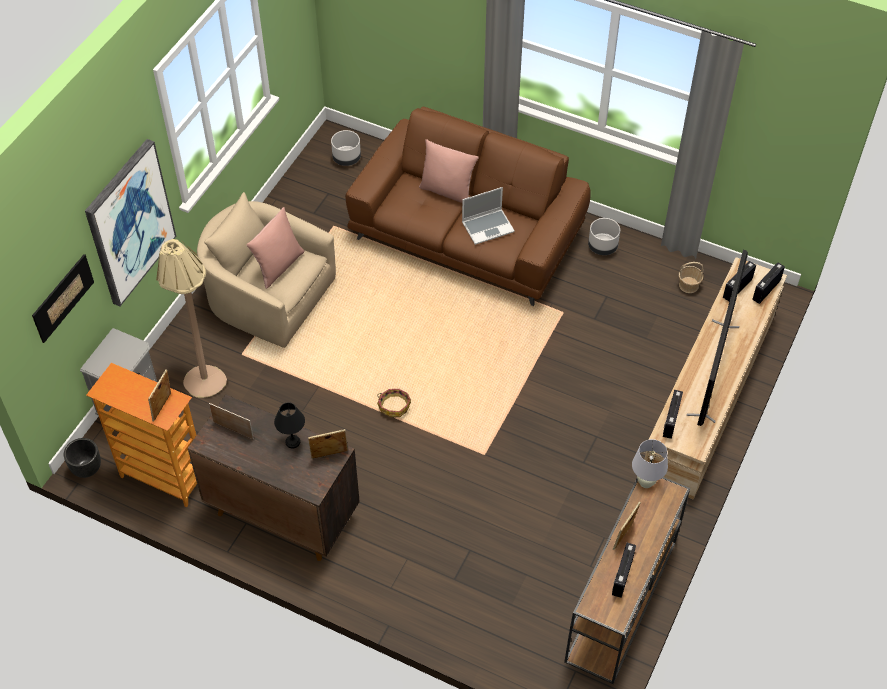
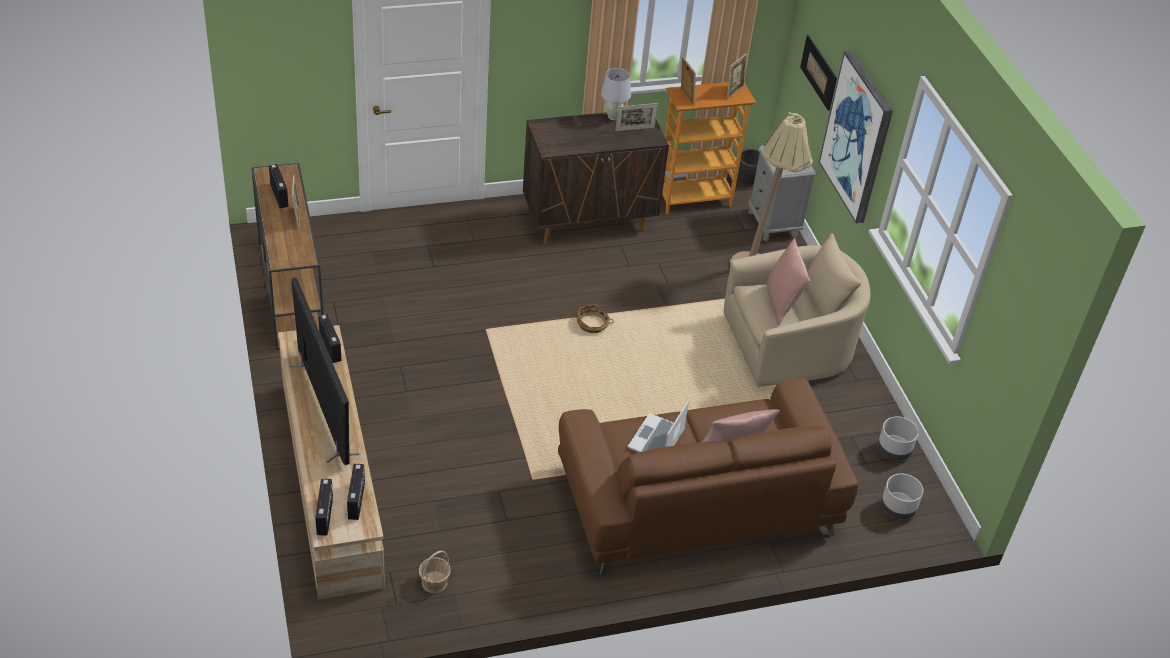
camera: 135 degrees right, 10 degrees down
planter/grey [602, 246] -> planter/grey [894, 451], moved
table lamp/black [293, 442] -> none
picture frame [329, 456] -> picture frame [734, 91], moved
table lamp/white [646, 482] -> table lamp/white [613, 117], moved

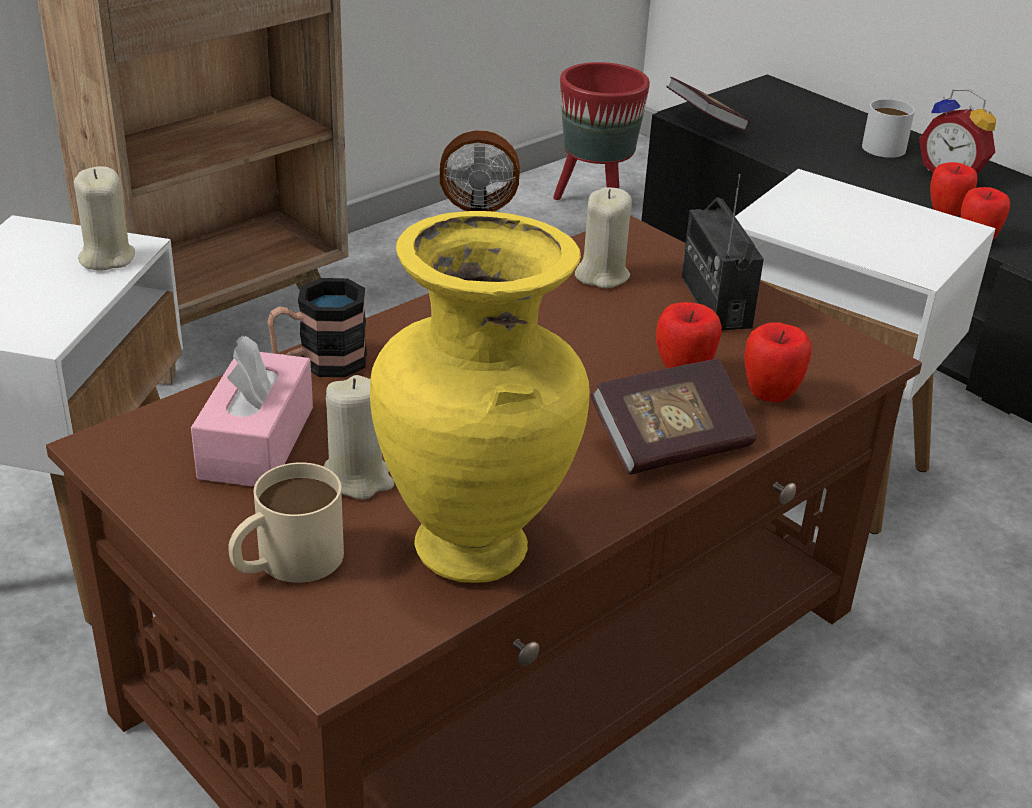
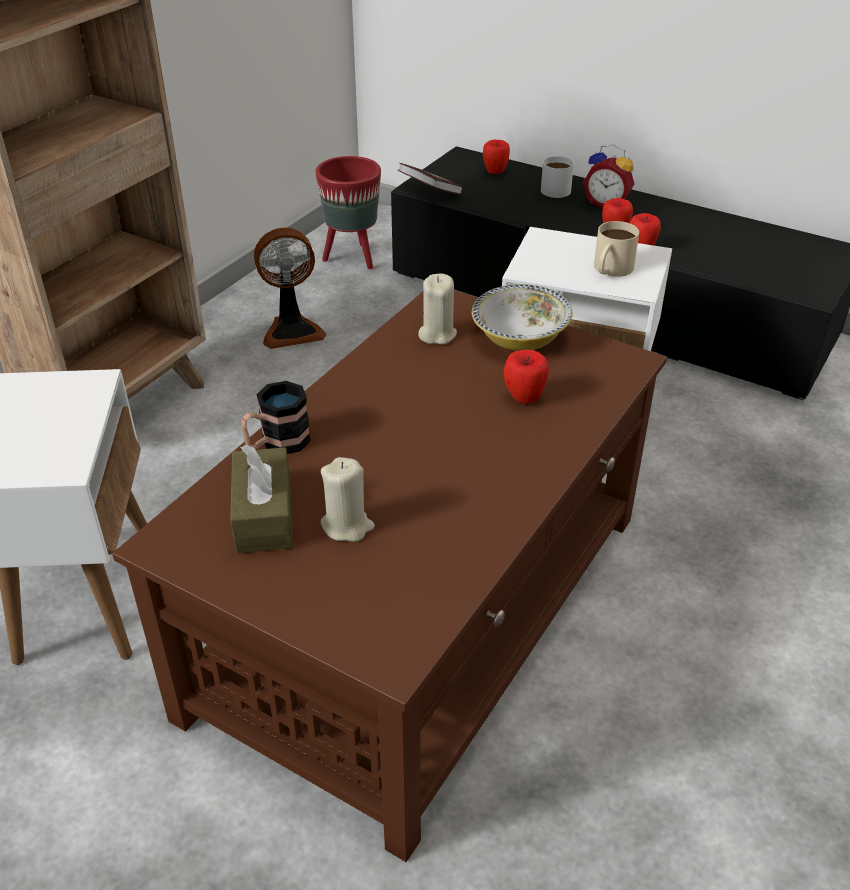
camera: 15 degrees left, 5 degrees up
candle/beige [106, 257] -> none
radio [715, 302] -> bowl [520, 339]
vase/yellow [476, 549] -> none
apple [769, 397] -> apple [495, 172], moved
tissue box/pink [257, 442] -> tissue box/brown [264, 515]
book [671, 443] -> none
mug/beige [286, 562] -> mug/beige [610, 270], moved

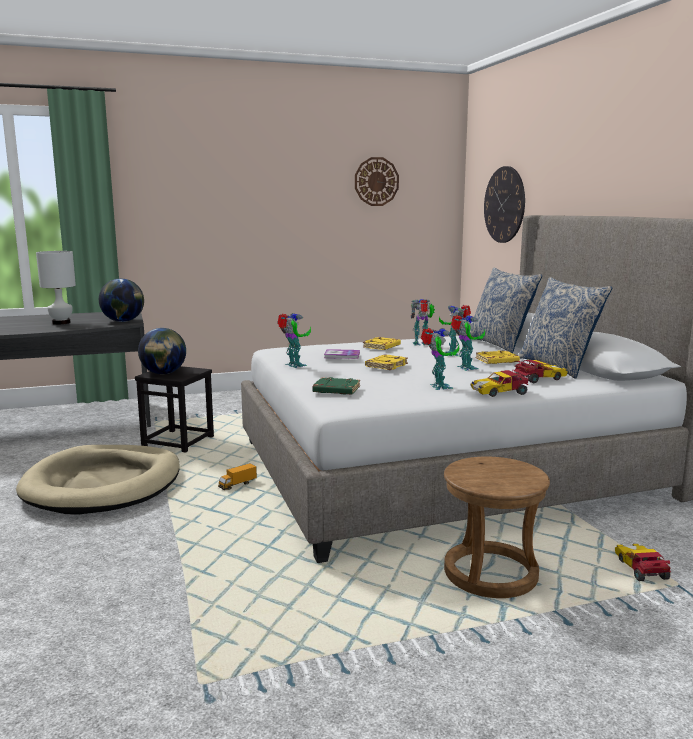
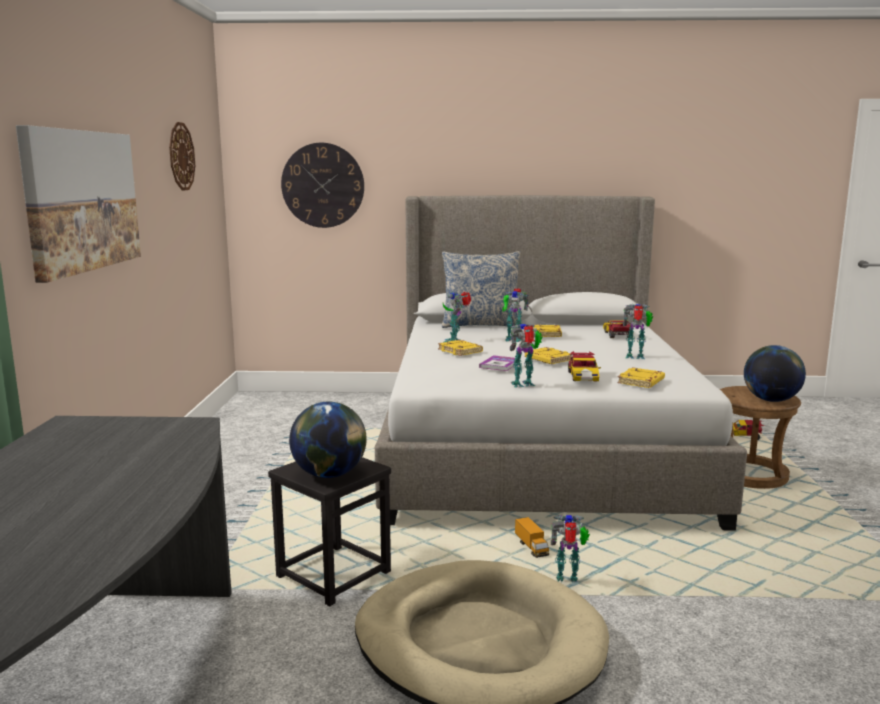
camera: 70 degrees left, 0 degrees up
table lamp/white [61, 323] -> none
pillow [558, 366] -> none
globe [123, 321] -> globe [771, 400], moved
toy robot [465, 368] -> toy robot [568, 582], moved
toy car [500, 392] -> toy car [583, 377], moved
book/green [335, 390] -> book/yellow [641, 382]
none -> picture [82, 200]

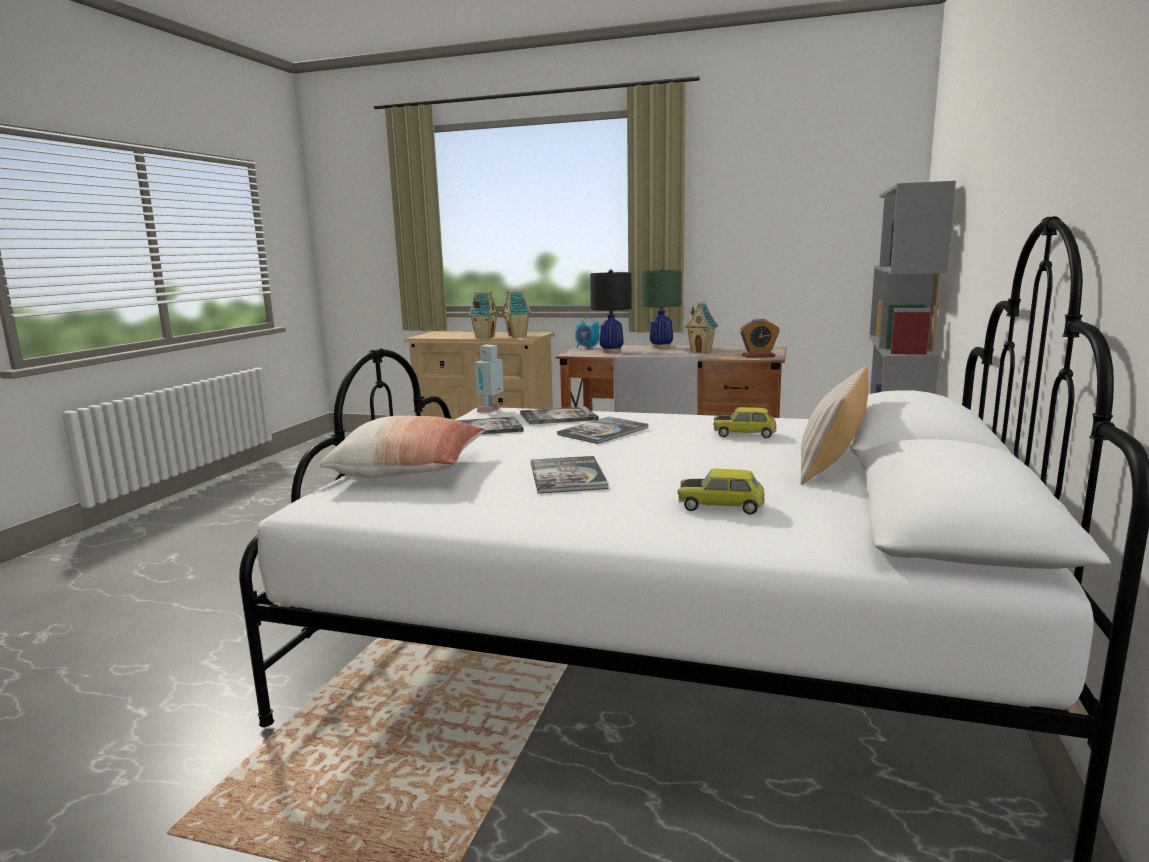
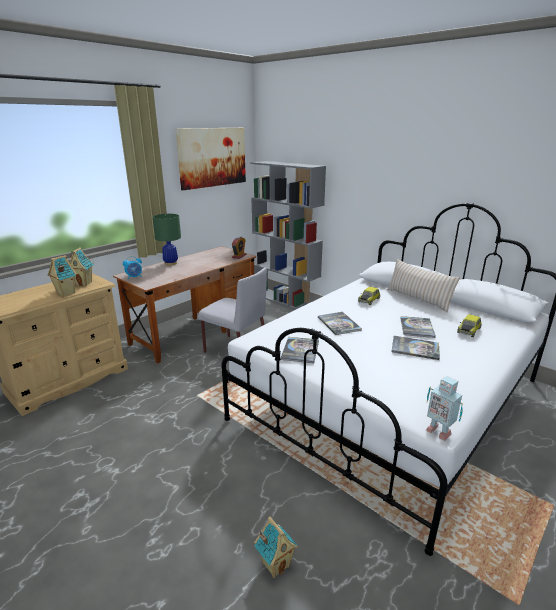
camera: 65 degrees left, 10 degrees up
table lamp/black [611, 351] -> none
toy house [701, 351] -> toy house [275, 564], moved
toy robot [491, 411] -> toy robot [438, 431], moved
book [558, 417] -> book [416, 327], moved
pillow [410, 470] -> none
none -> picture [212, 157]

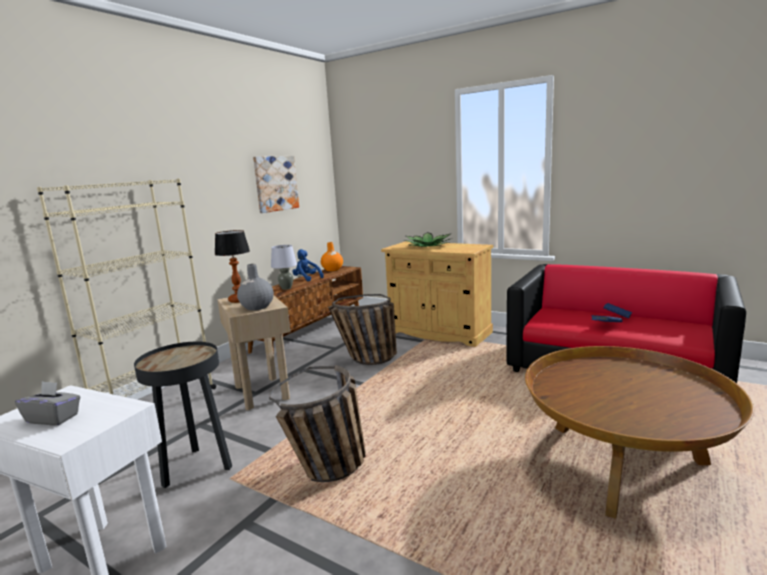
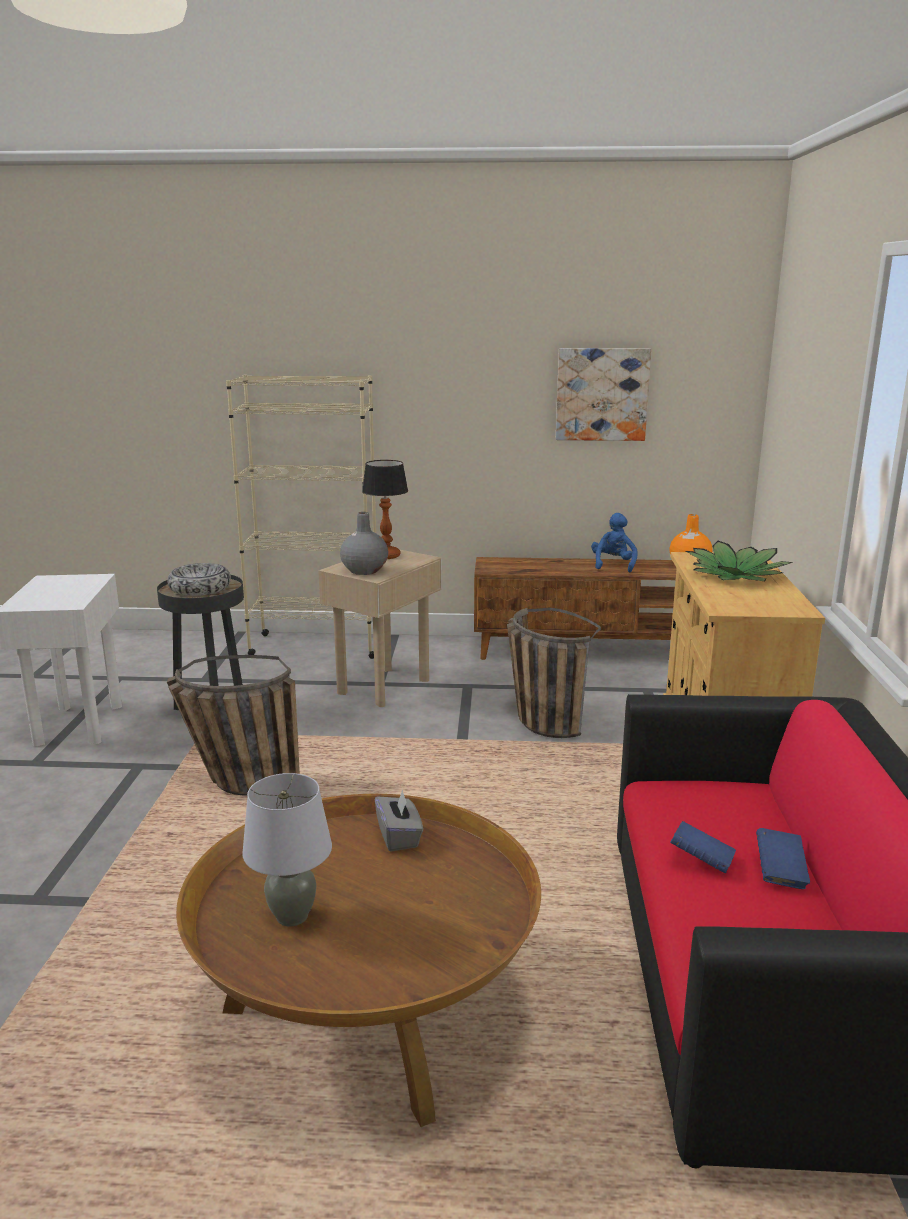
camera: 60 degrees right, 5 degrees up
table lamp/grey [286, 288] -> table lamp/grey [292, 916], moved
tissue box/grey [53, 418] -> tissue box/grey [399, 837], moved
none -> bowl [200, 589]

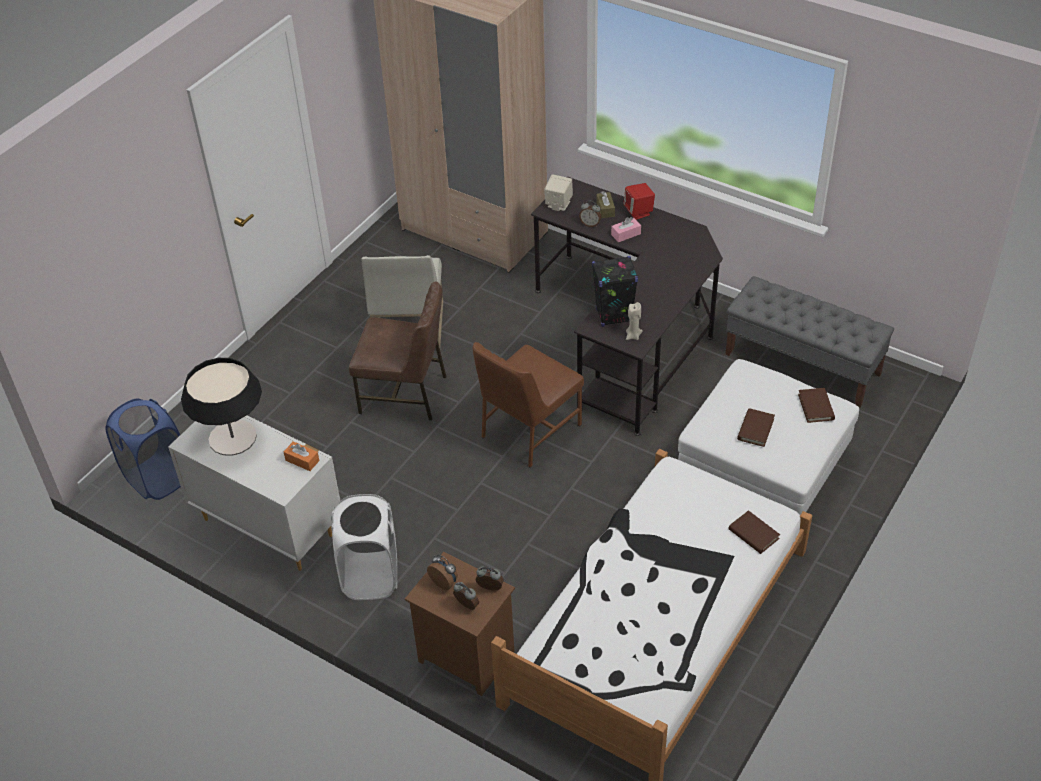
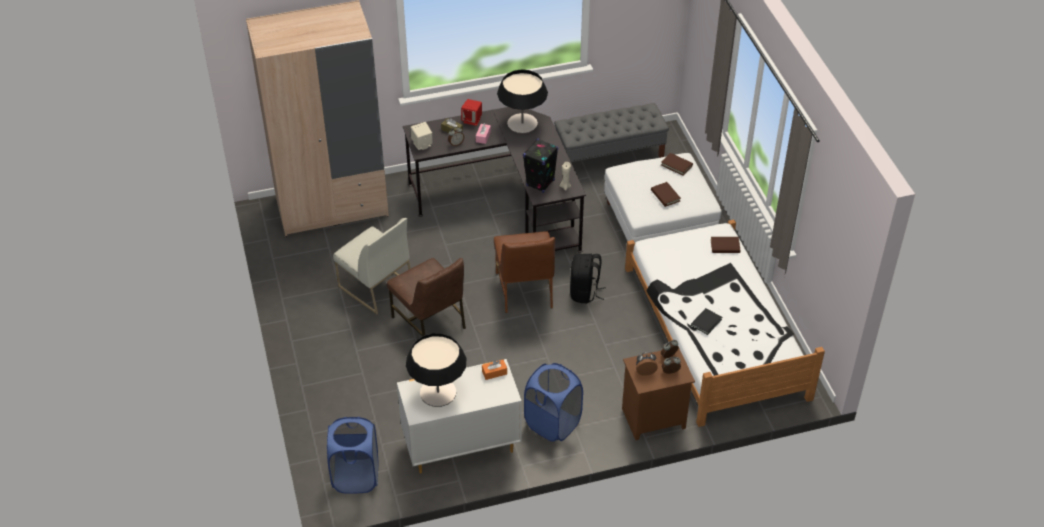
camera: 50 degrees left, 0 degrees up
chair/brown [405, 394] -> chair/brown [430, 323], 90 degrees clockwise
laundry basket/white [371, 576] -> laundry basket/blue [553, 423]
none -> table lamp [522, 123]
none -> backpack/black [585, 293]
none -> book/black [707, 322]

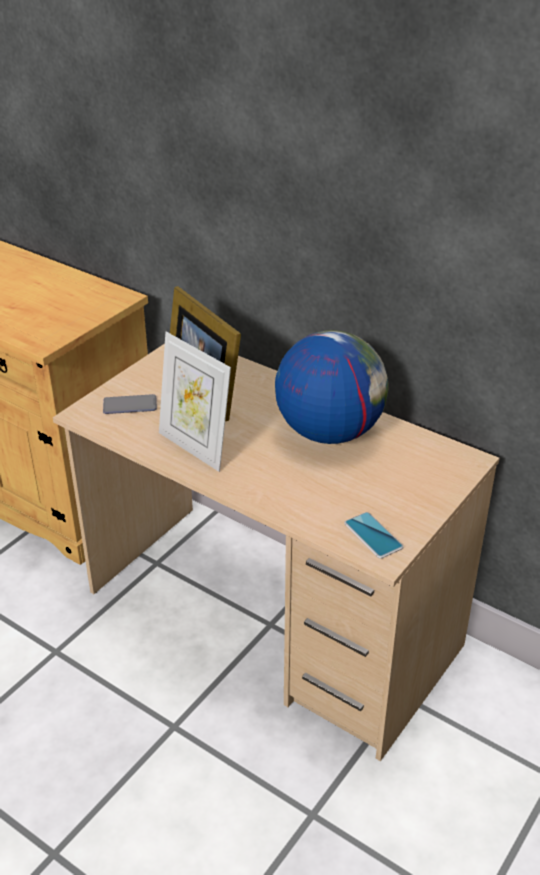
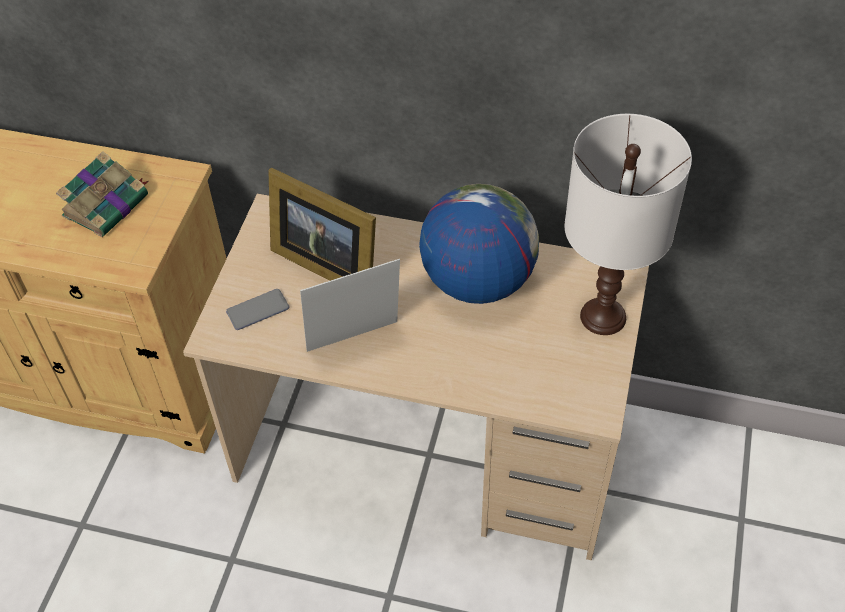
camera: 20 degrees left, 15 degrees up
picture frame [195, 447] -> picture frame [355, 343], 135 degrees clockwise
phone [373, 536] -> none
none -> table lamp/white [603, 316]
none -> book [107, 205]

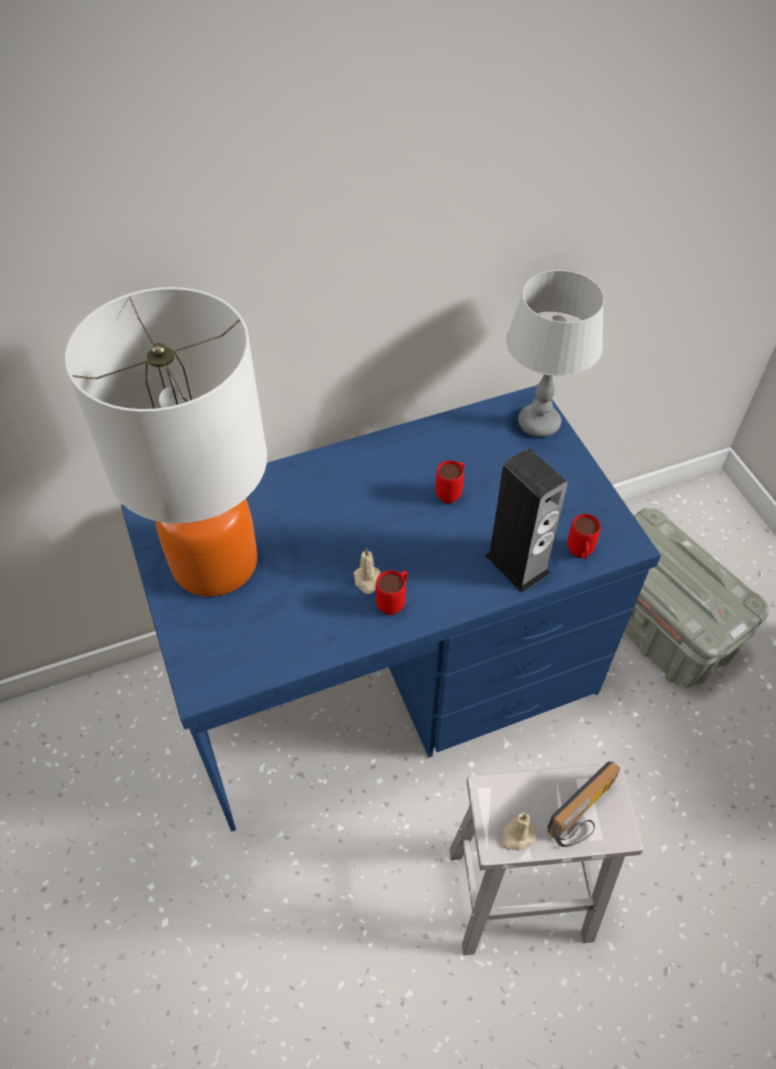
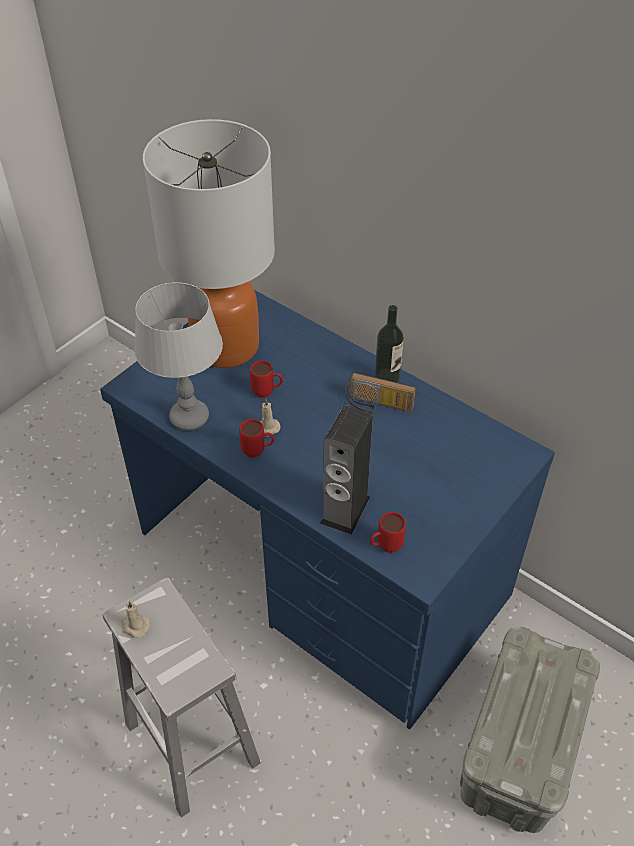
camera: 60 degrees right, 5 degrees down
table lamp/grey [538, 424] -> table lamp/grey [189, 417], moved
mug/red [451, 492] -> mug/red [267, 393], moved
radio [584, 815] -> radio [377, 406], moved
none -> bottle [387, 377]

